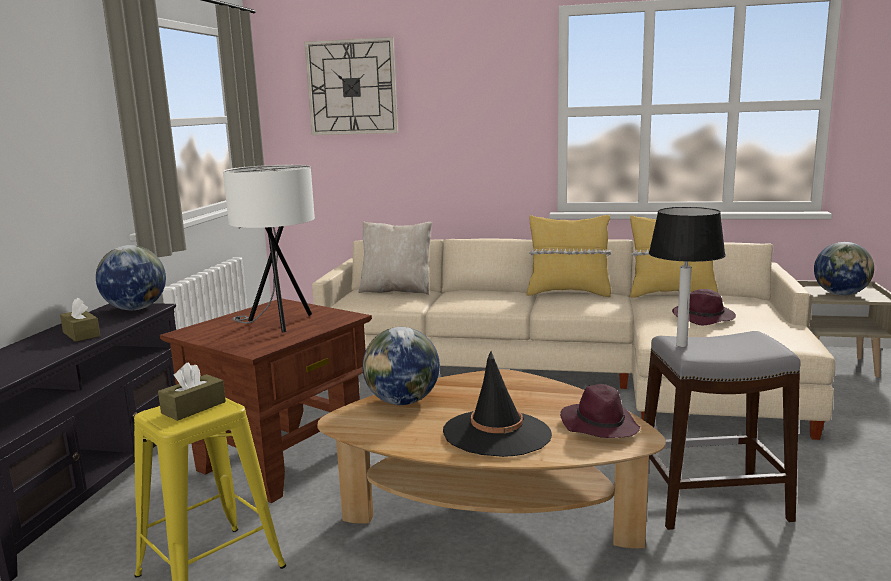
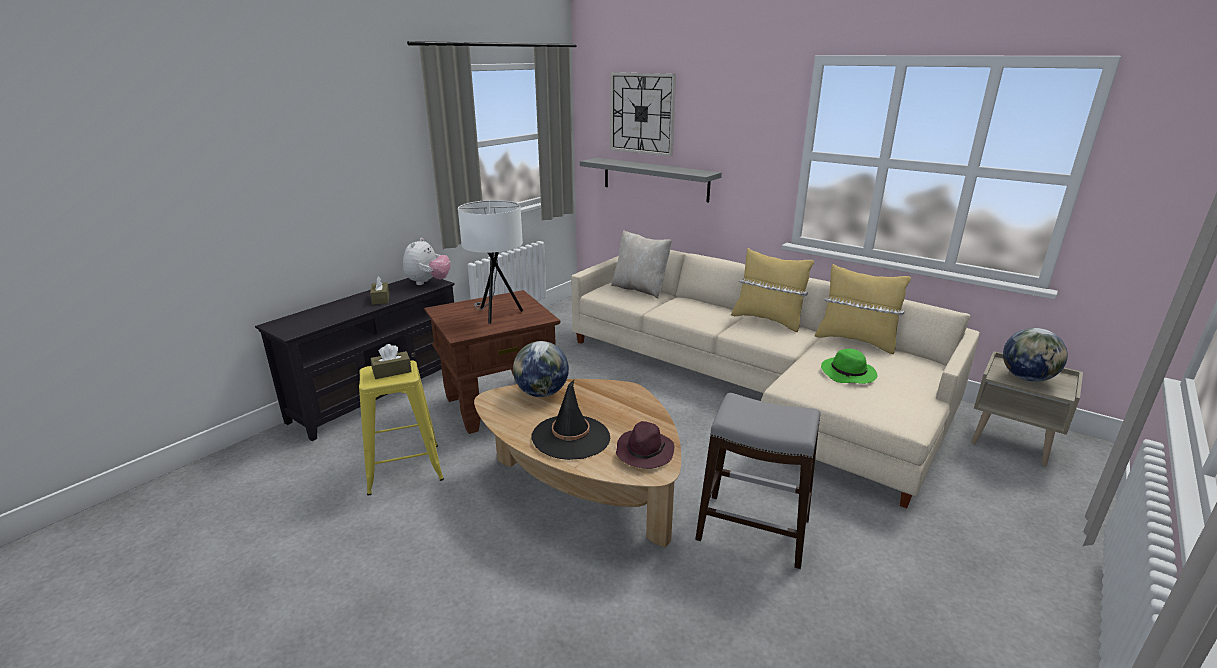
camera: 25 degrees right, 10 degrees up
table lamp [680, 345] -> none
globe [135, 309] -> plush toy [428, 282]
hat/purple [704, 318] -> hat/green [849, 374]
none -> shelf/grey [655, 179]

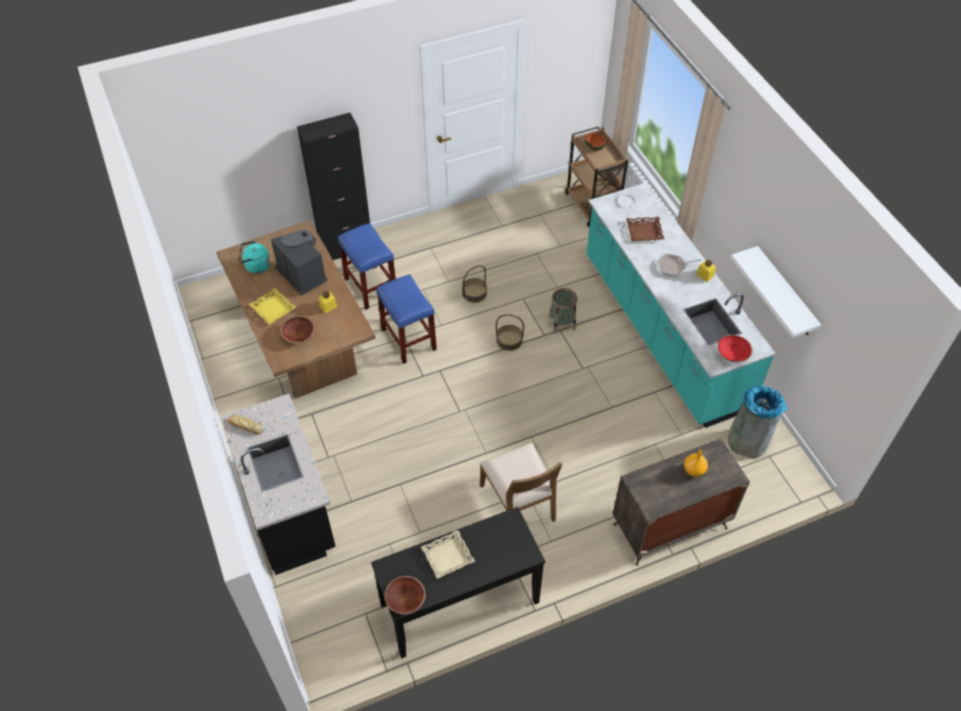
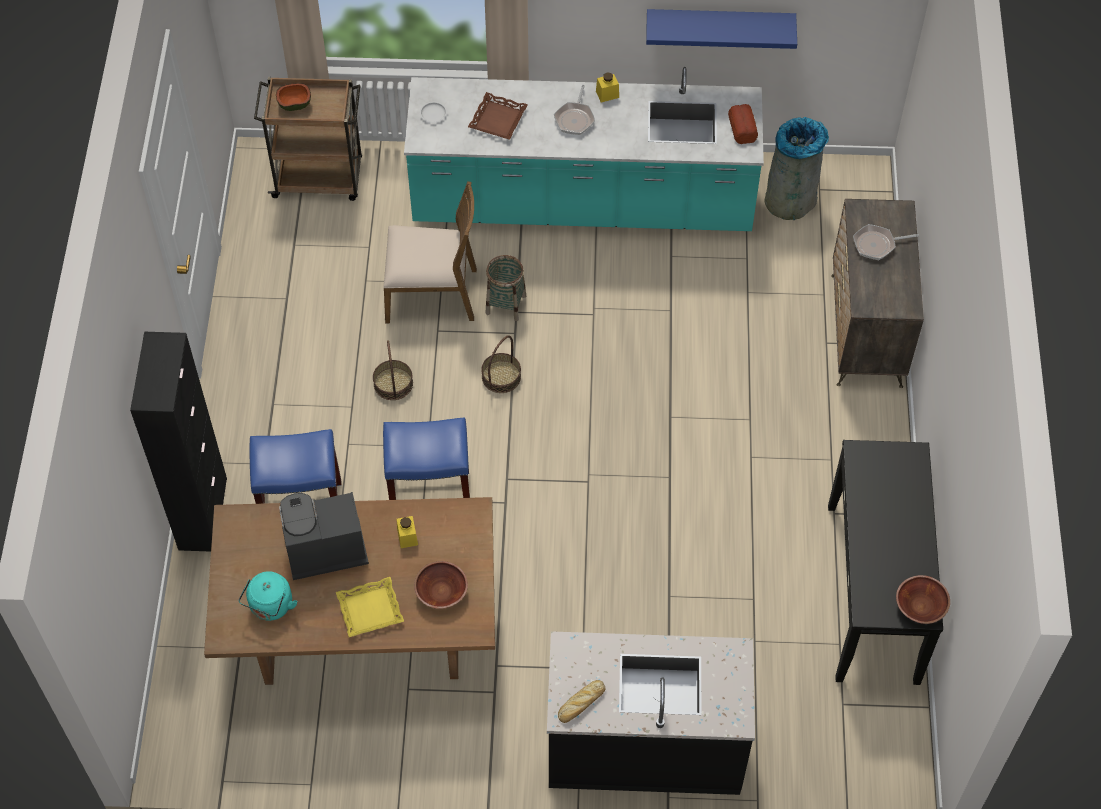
camera: 65 degrees left, 5 degrees up
shelf/white [785, 293] -> shelf/blue [720, 24]
bowl/red [732, 354] -> bread [742, 127]
chair/brown [519, 502] -> chair/brown [432, 293], moved
vase/orange [693, 471] -> frying pan [877, 244]
tray/beige [447, 557] -> none

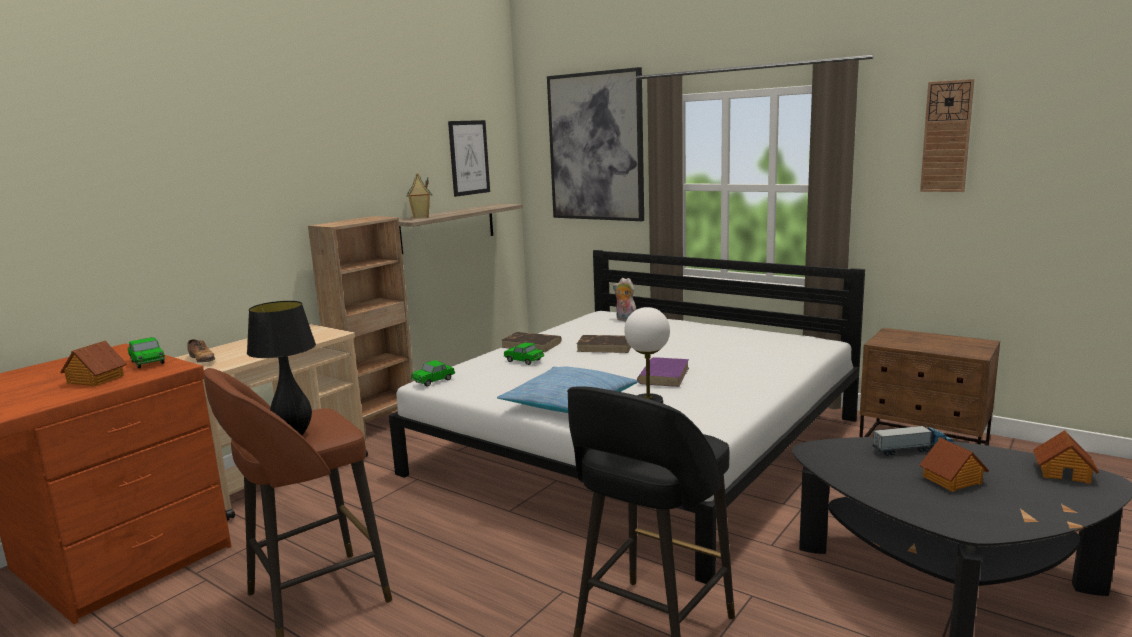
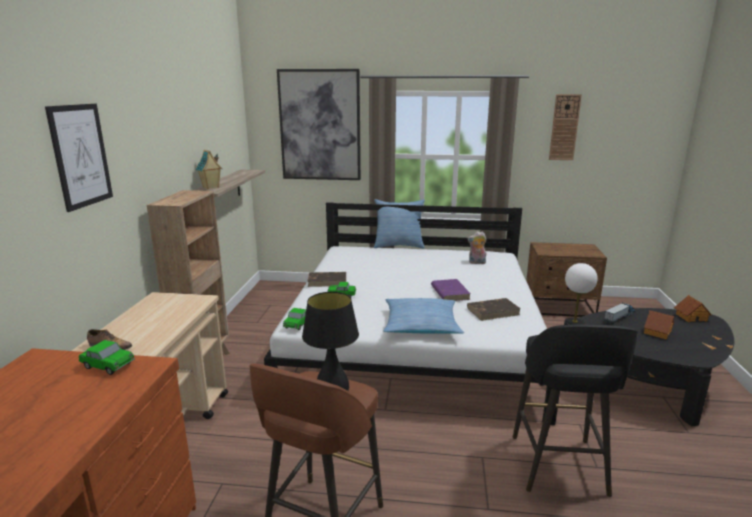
camera: 30 degrees left, 5 degrees up
picture [469, 157] -> picture [81, 156], moved
plush toy [625, 320] -> plush toy [476, 263], moved
book/brown [605, 347] -> book/brown [493, 311], moved
toy house [95, 379] -> none
none -> pillow [398, 245]

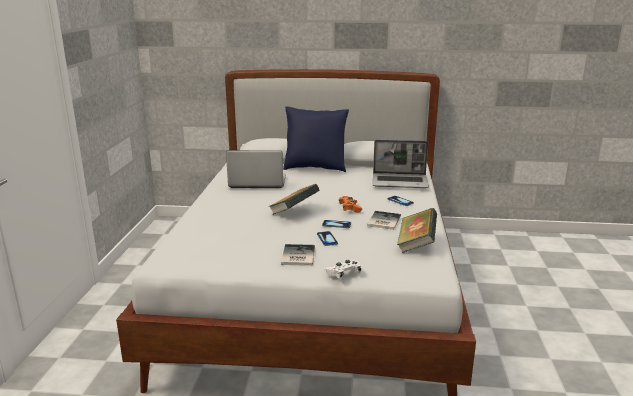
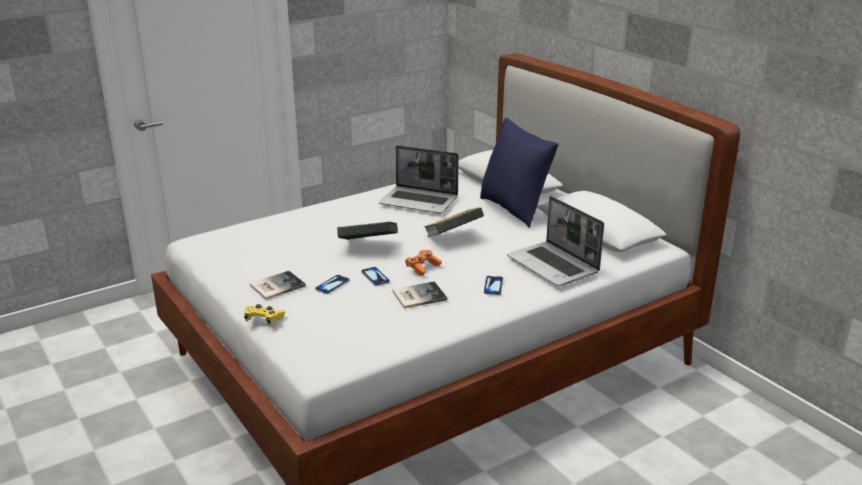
camera: 50 degrees right, 5 degrees up
laptop [256, 182] -> laptop [420, 201], 150 degrees clockwise
book [416, 244] -> book [453, 237], moved
game controller/white [343, 274] -> game controller/yellow [264, 320]

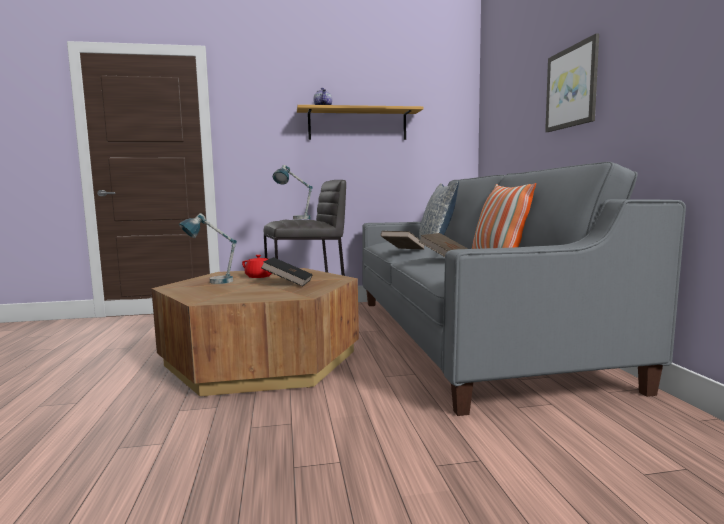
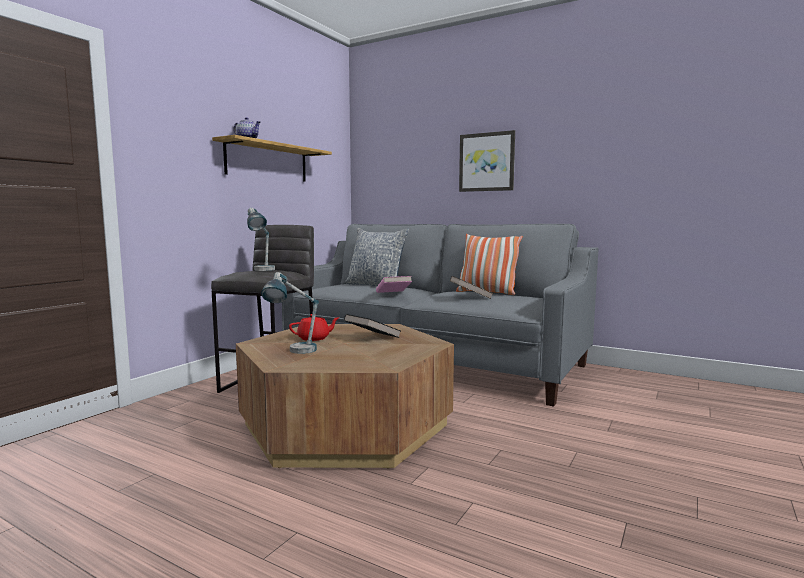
camera: 50 degrees left, 0 degrees up
book/brown [403, 250] -> book/pink [393, 294]

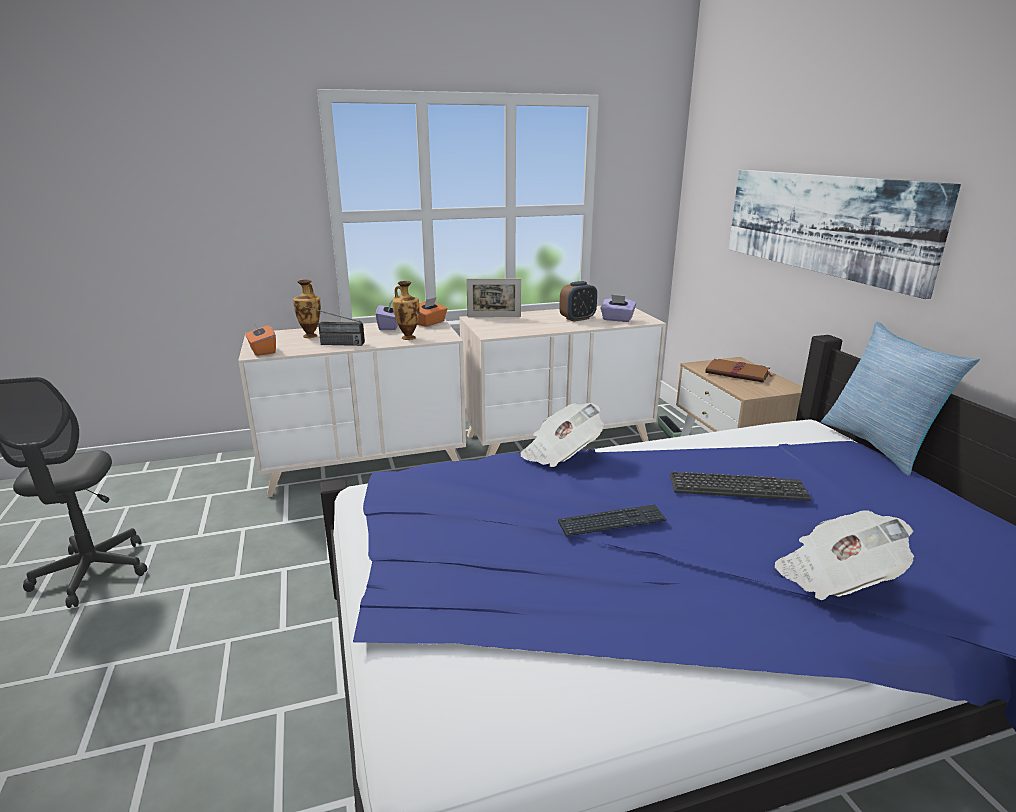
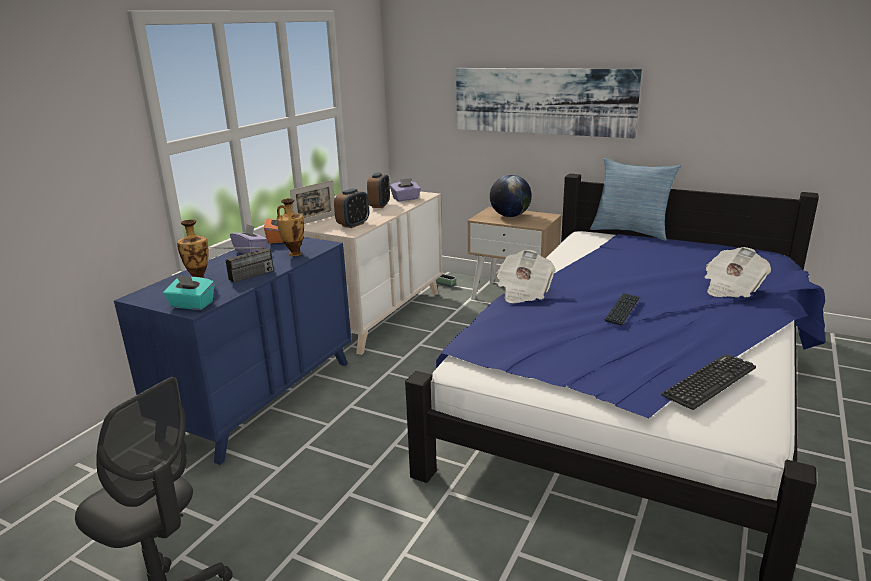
camera: 45 degrees left, 0 degrees up
dresser/beige [365, 464] -> dresser/blue [261, 398]
tissue box/orange [262, 351] -> tissue box/turquoise [192, 305]
book/brown [738, 373] -> globe [510, 216]
keyboard [737, 487] -> keyboard [709, 381], moved
none -> alarm clock [353, 224]

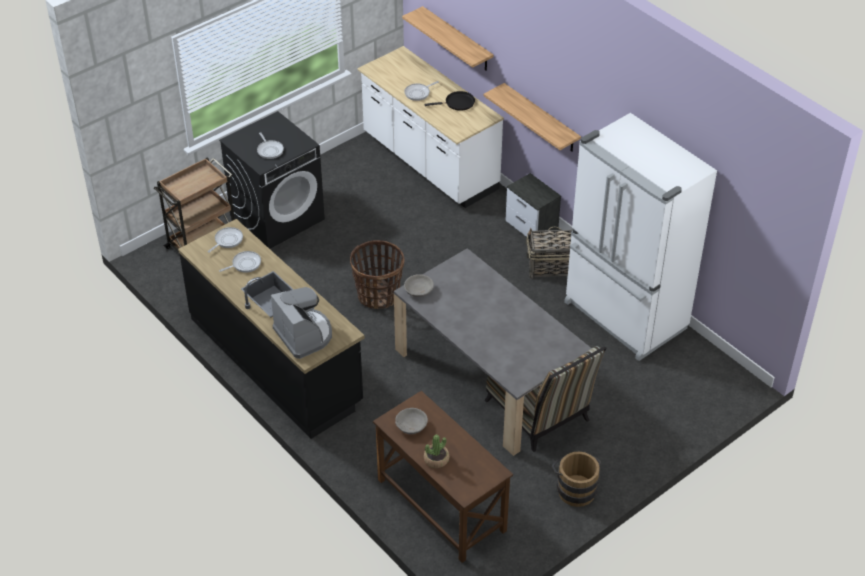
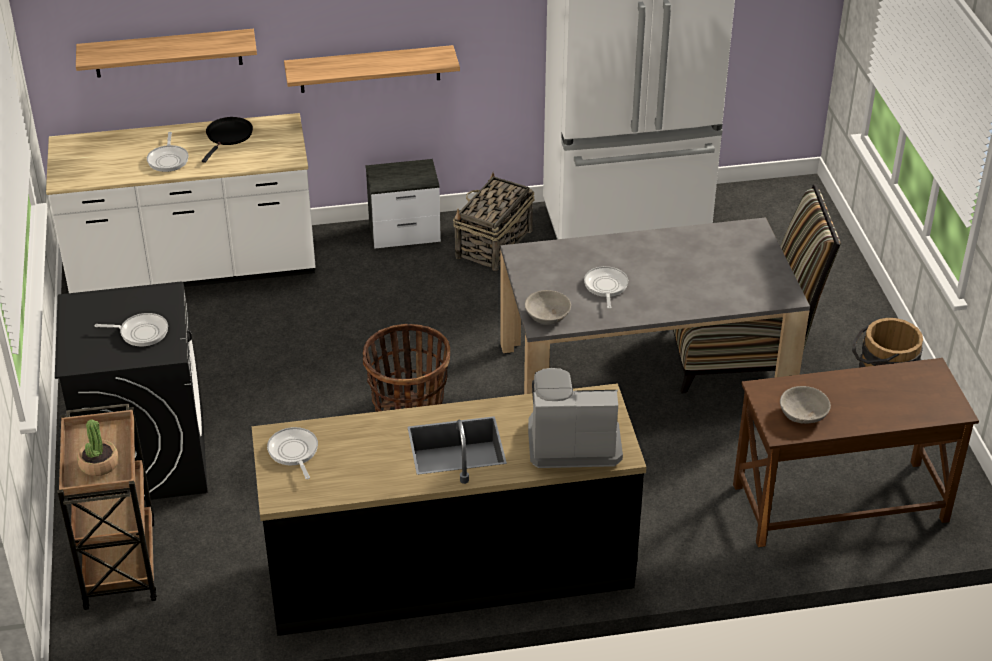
camera: 60 degrees left, 5 degrees down
frying pan [244, 264] -> frying pan [605, 287], moved
potted plant [436, 459] -> potted plant [99, 464], moved

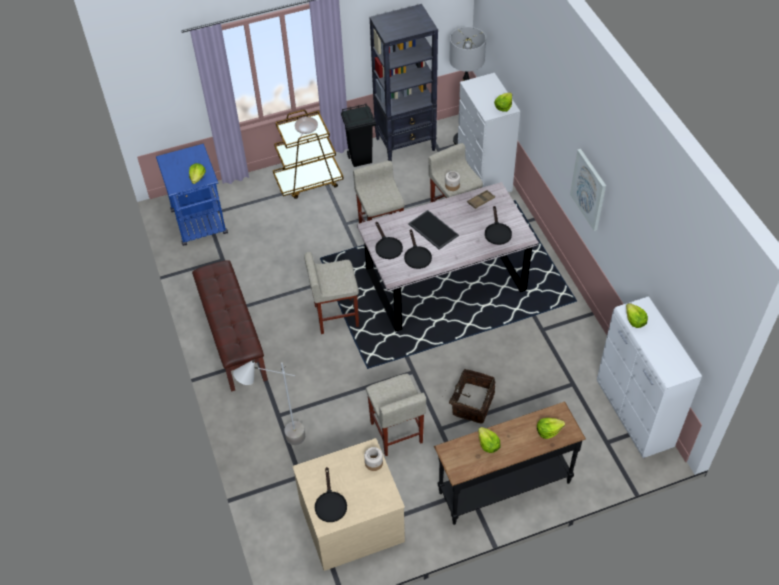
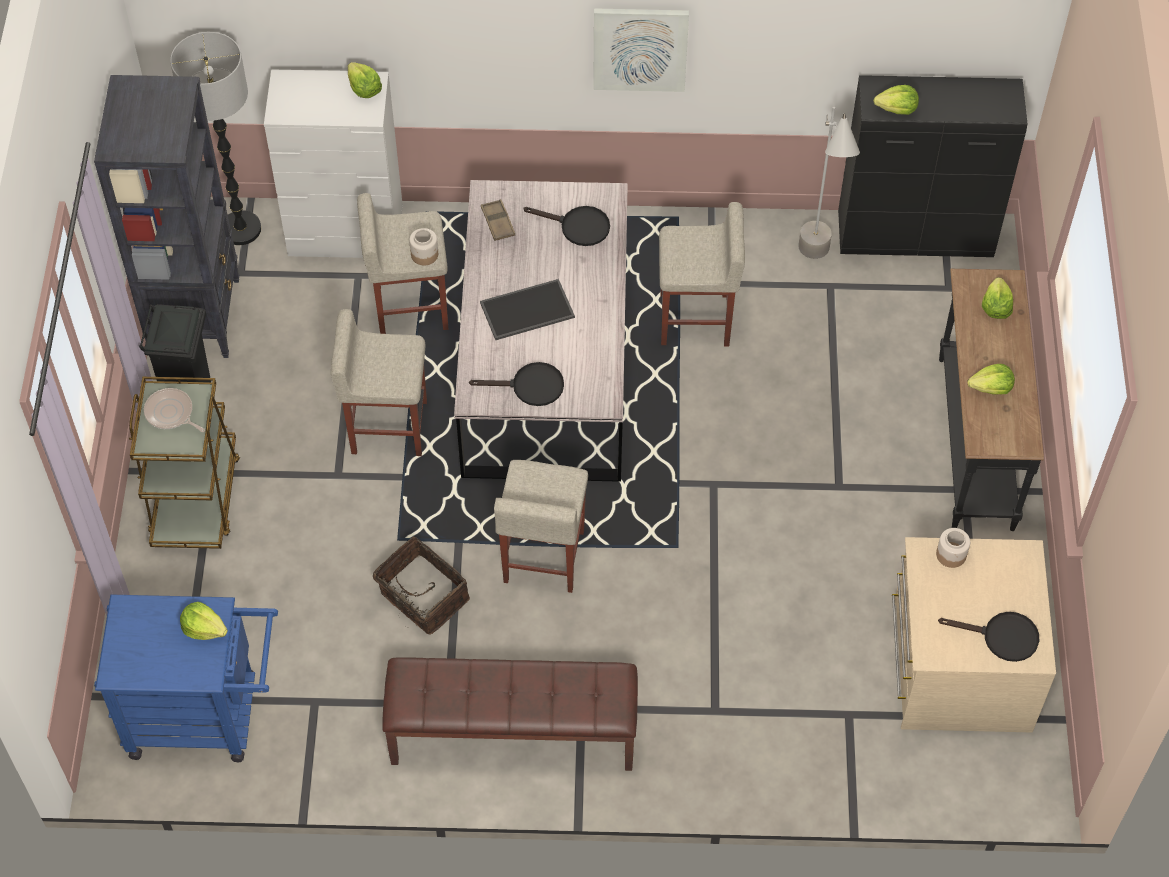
camera: 70 degrees left, 5 degrees up
frying pan/black [416, 255] -> none
cabinet/white [634, 415] -> cabinet/black [916, 236]
floor lamp/grey [280, 443] -> floor lamp/grey [817, 267], moved
basket [471, 403] -> basket [422, 598], moved
stool/beige [396, 433] -> stool/beige [696, 320], moved

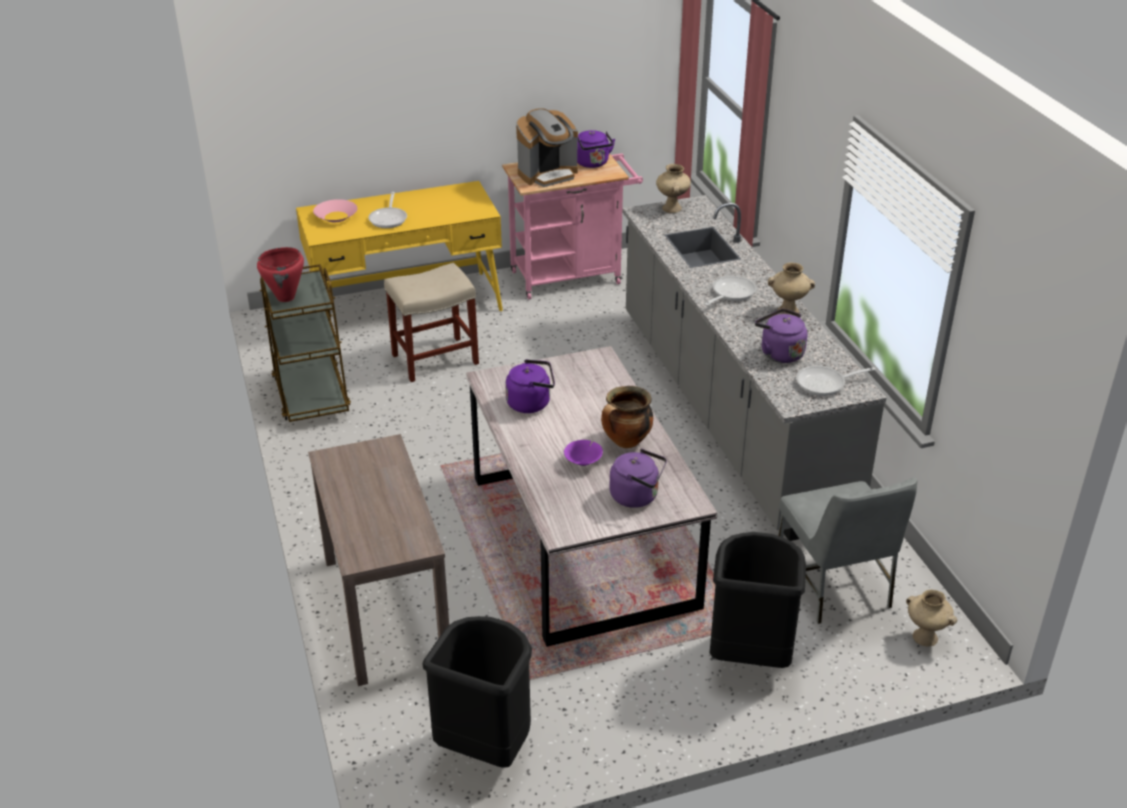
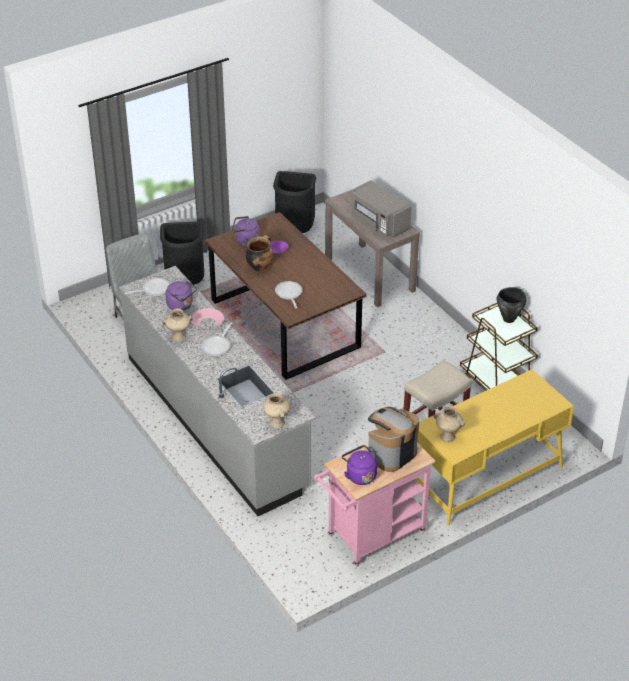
camera: 165 degrees right, 5 degrees up
frying pan [389, 218] -> frying pan [289, 294], moved
bowl/pink [336, 217] -> bowl/pink [207, 323], moved
cooking pot/red [286, 297] -> cooking pot/black [508, 319]
dining table/grey [580, 540] -> dining table/brown [285, 323]
kettle/purple [531, 403] -> none
vase/beige [924, 637] -> vase/beige [448, 436], moved
none -> microwave/grey [379, 222]

